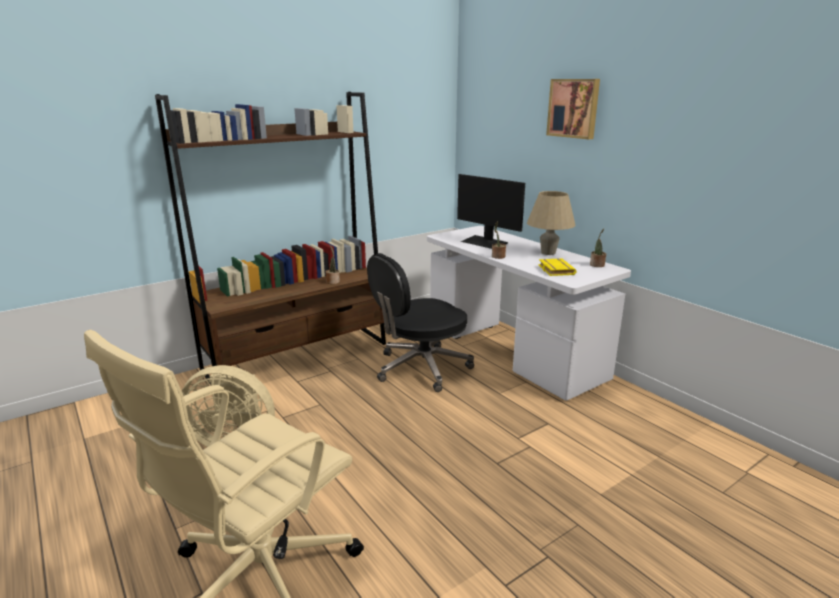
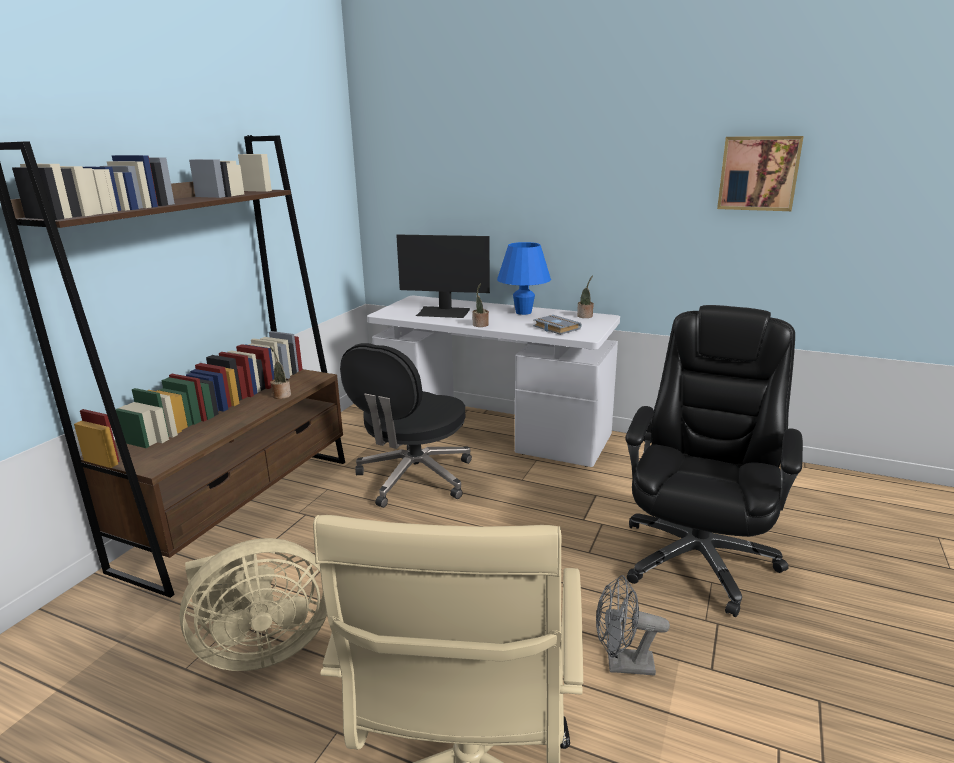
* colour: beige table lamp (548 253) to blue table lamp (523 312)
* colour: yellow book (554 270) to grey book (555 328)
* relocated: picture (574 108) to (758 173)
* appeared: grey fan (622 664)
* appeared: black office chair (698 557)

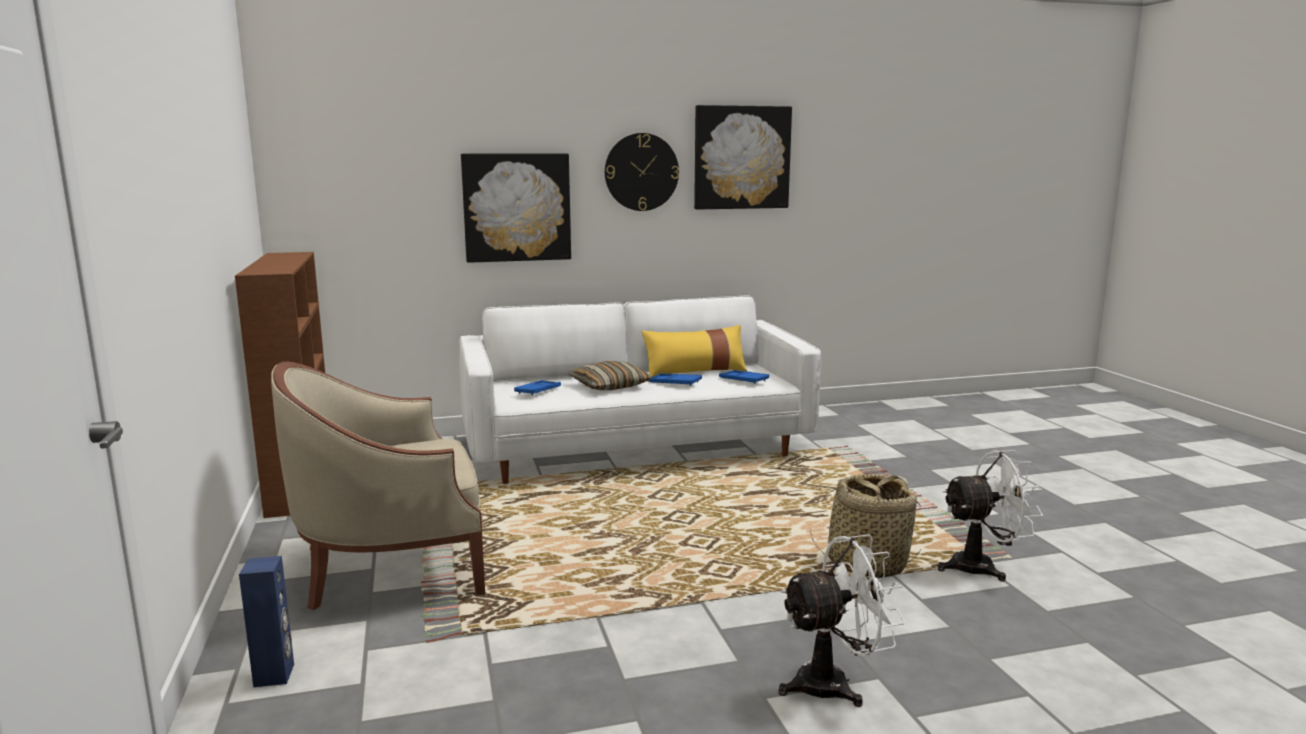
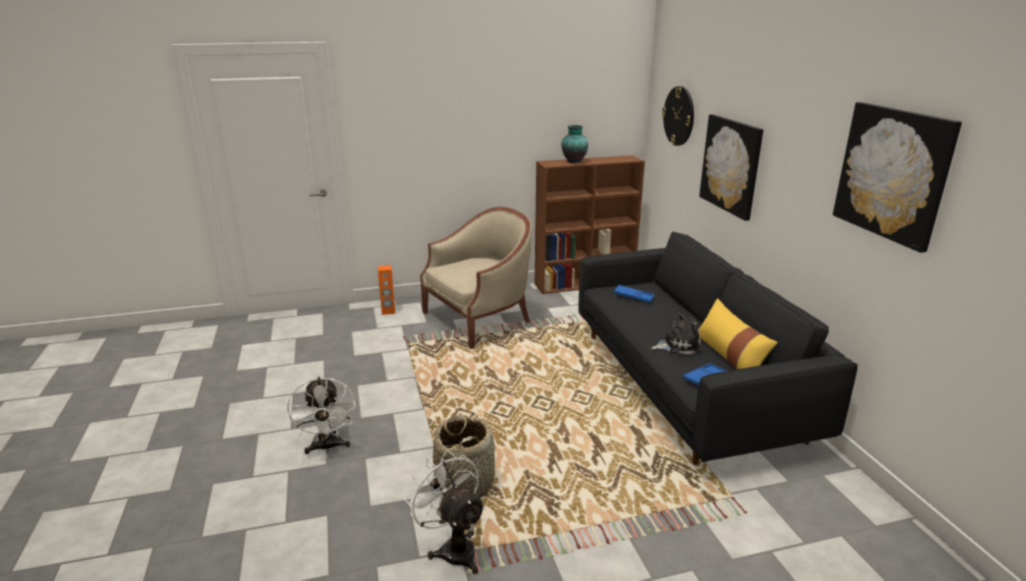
* colour: blue speaker (275 675) to orange speaker (388 311)
* spun: beige armchair (392 565) = (479 320) 75 degrees clockwise
* colour: white sofa (634 447) to black sofa (685 384)
* missing: pillow (609 386)
* relocated: wall clock (641 172) to (679 116)
* exchanged: blue tray (675 383) to plush toy (678 345)
* spun: white fan (982 566) = (453 548) 150 degrees clockwise
* appeared: vase (574 161)

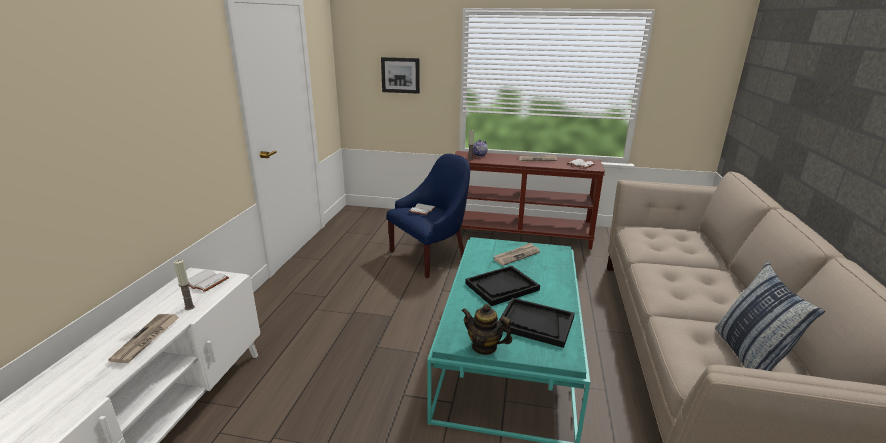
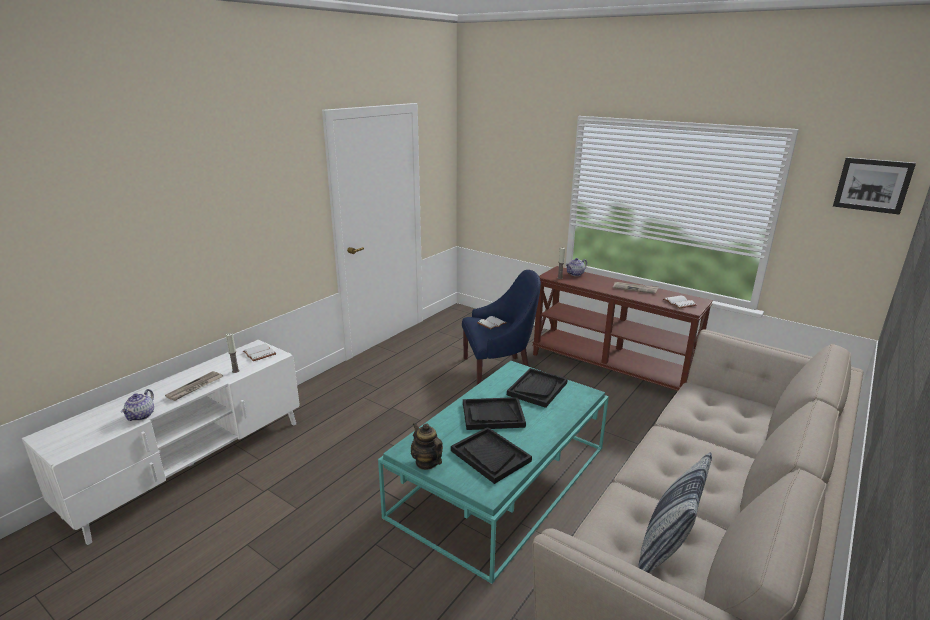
* relocated: picture (400 75) to (872 185)
* exchanged: newspaper (516 255) to black tray (537 389)
* appeared: teapot (141 416)

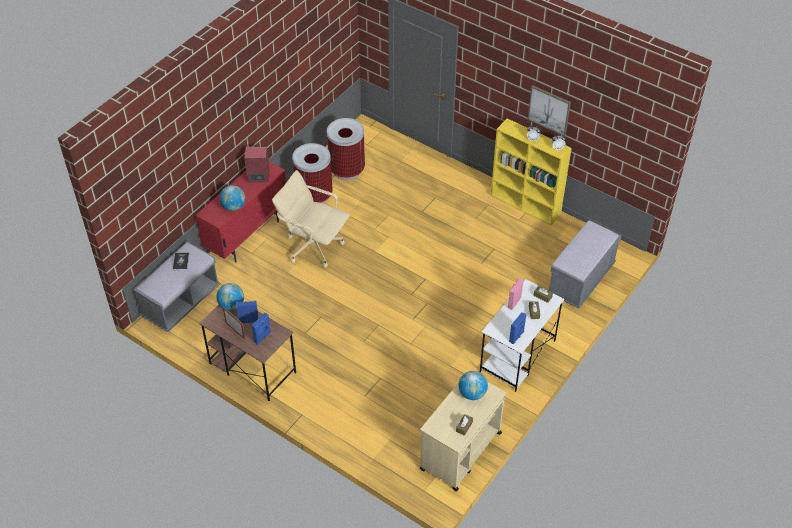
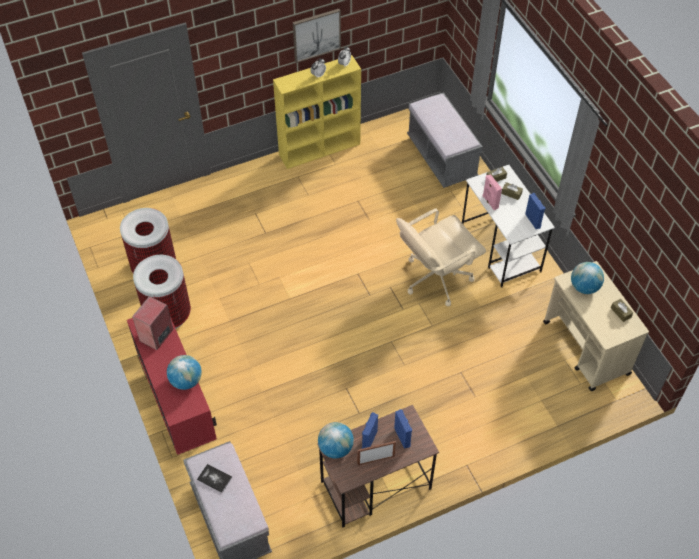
* relocated: beige office chair (313 246) to (436 278)

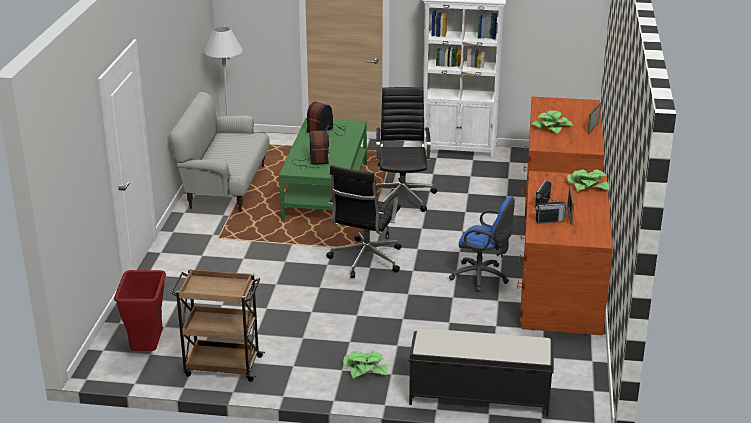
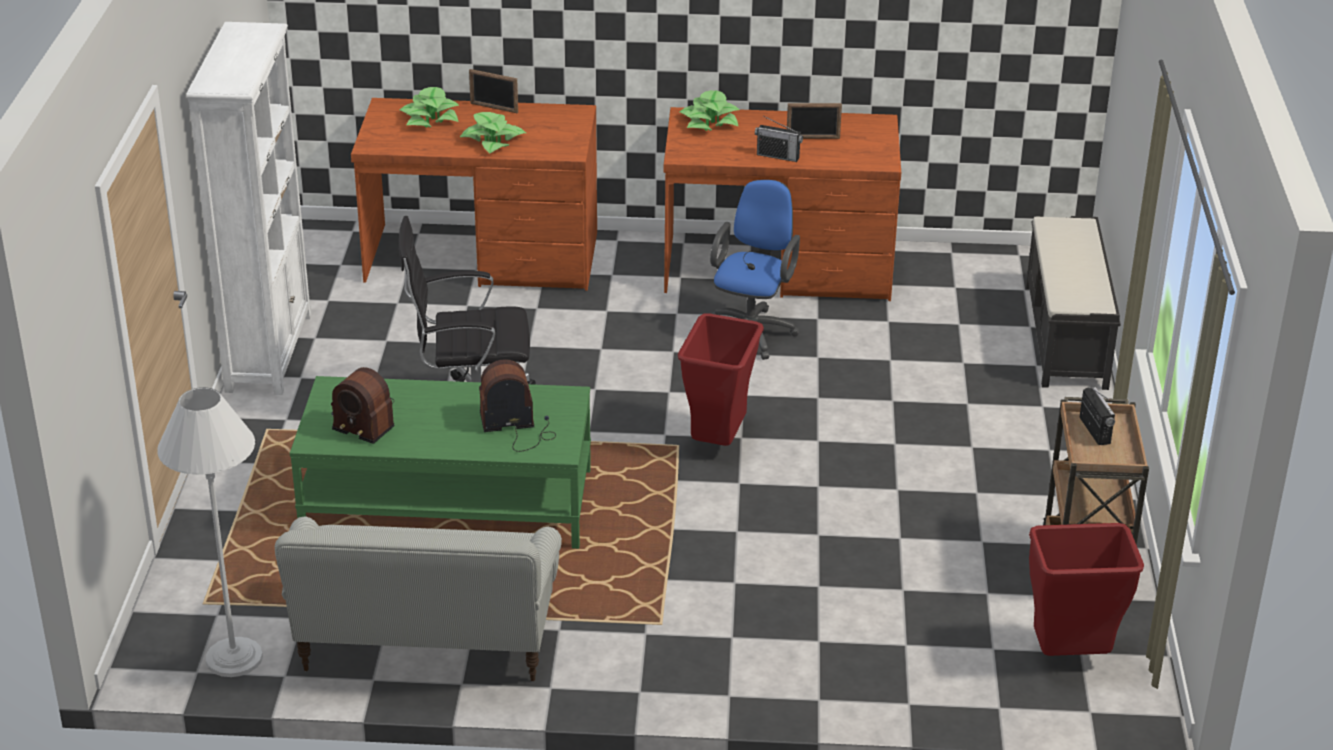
* exchanged: black office chair (365 260) to red trash can (719 443)
* relocated: potted plant (365 368) to (430 118)
* relocated: radio (549 221) to (1094 430)

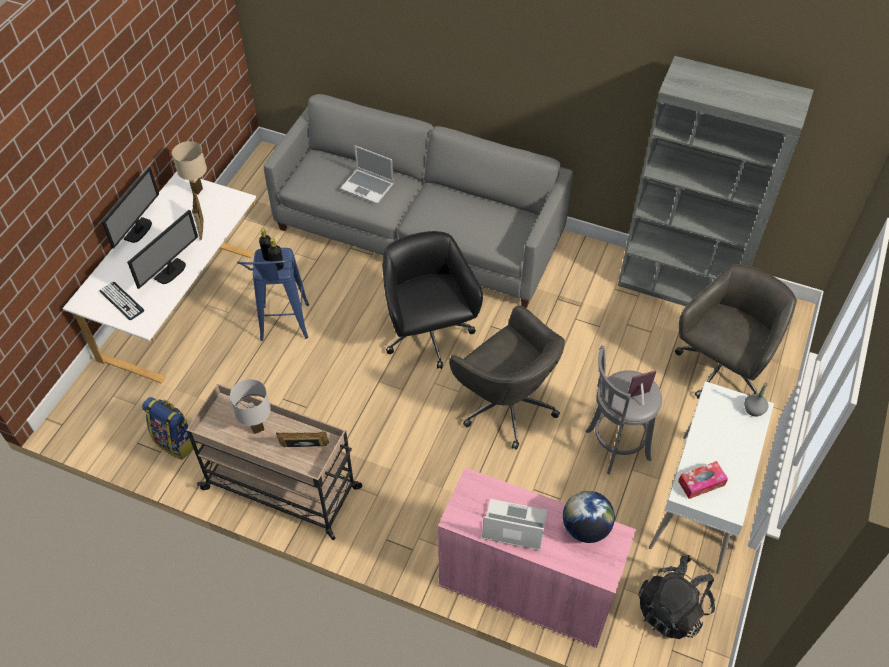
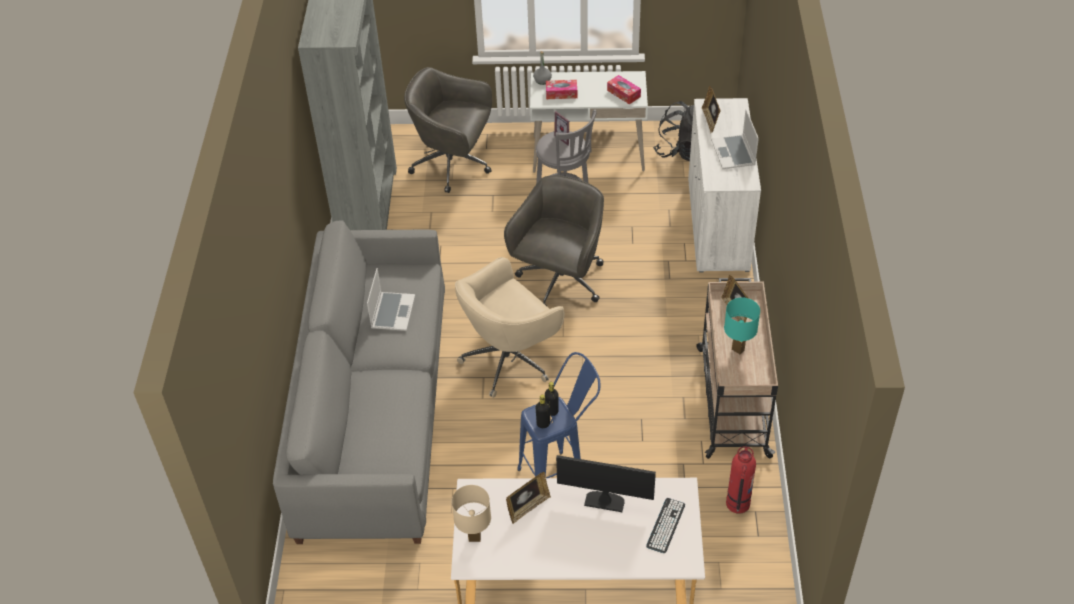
* missing: monitor (139 231)
* exchanged: backpack (176 442) to fire extinguisher (737 504)
* colour: white table lamp (258 428) to turquoise table lamp (737 349)
* relocated: laptop (368 187) to (392 312)
* colour: black office chair (428 335) to beige office chair (510 359)
* colour: pink cabinet (527 588) to white cabinet (717 225)
* exchanged: globe (585 528) to picture frame (710 120)
* appeared: tissue box (561 93)

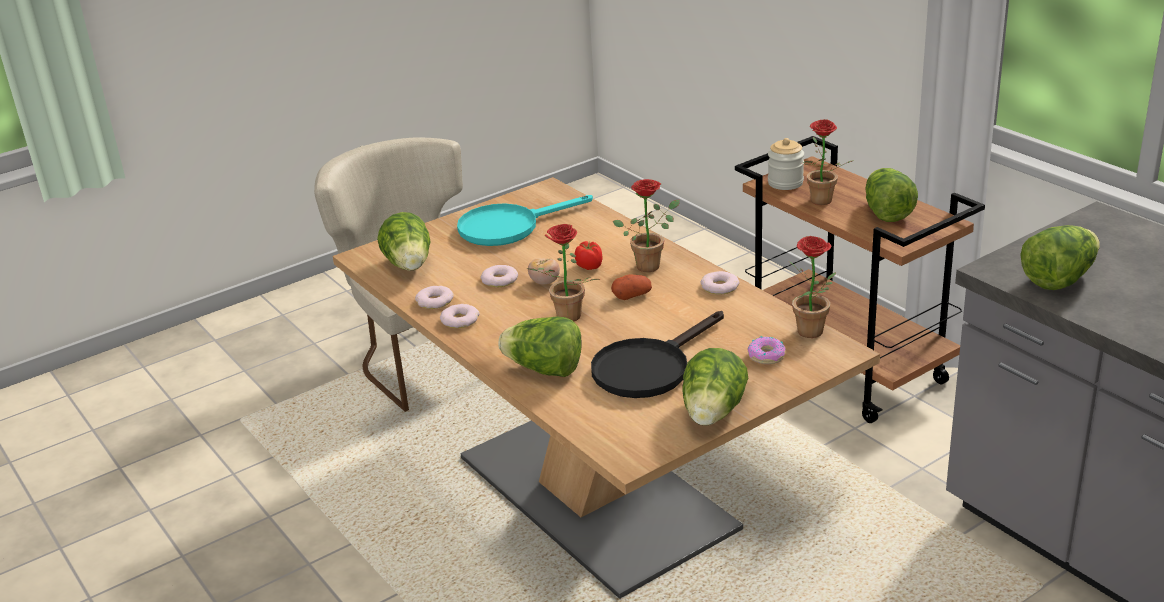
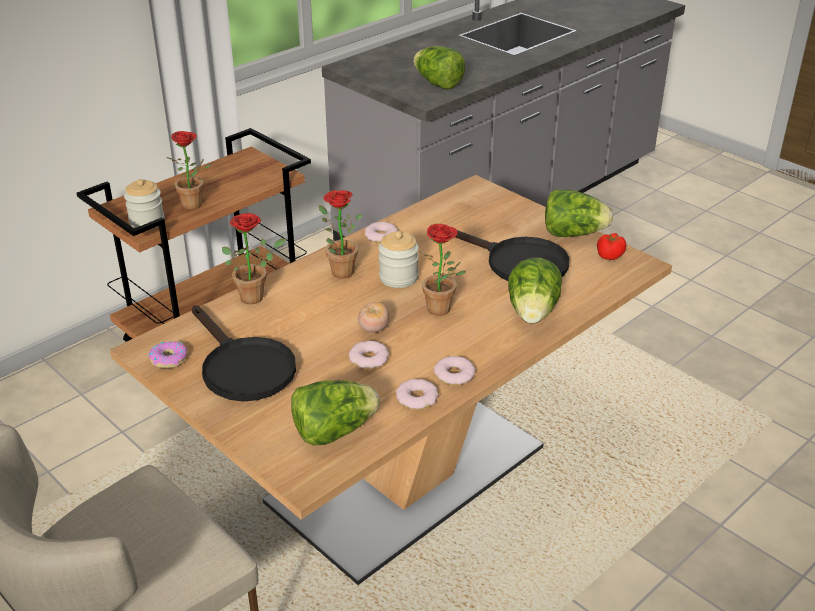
* colour: turquoise frying pan (508 227) to black frying pan (242 367)
* relocated: tomato (589 266) to (609 256)
* exchanged: potato (632 296) to jar (398 277)
* relocated: donut (767 356) to (169 359)
* relocated: potted plant (813 334) to (256 296)
* missing: lettuce (886 213)

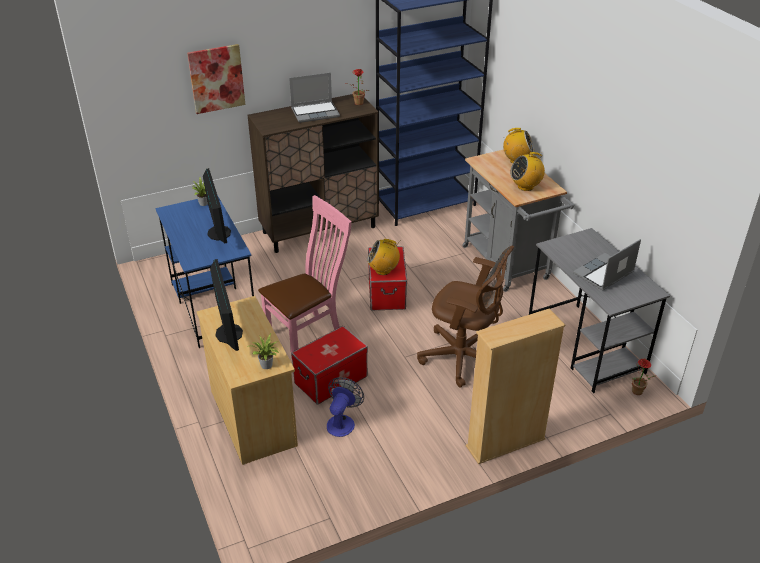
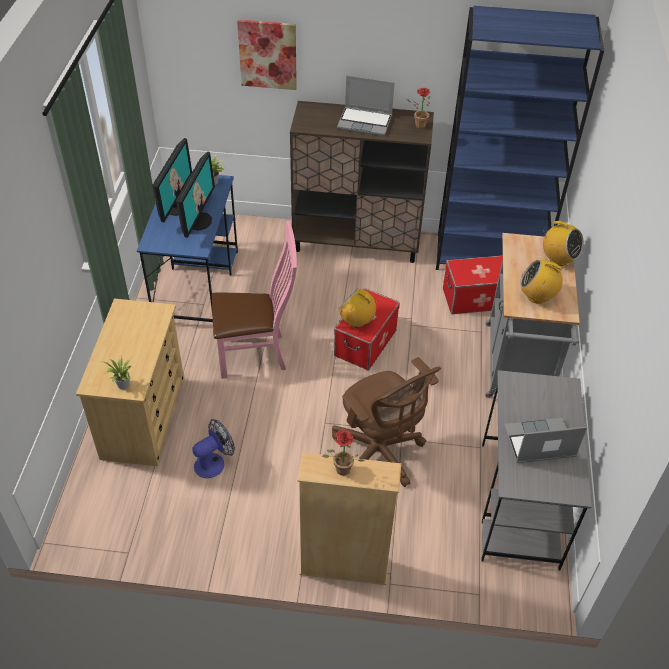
* relocated: monitor (228 333) to (176 206)
* relocated: storage box (331 379) to (475 298)
* relocated: potted plant (637 393) to (340 471)

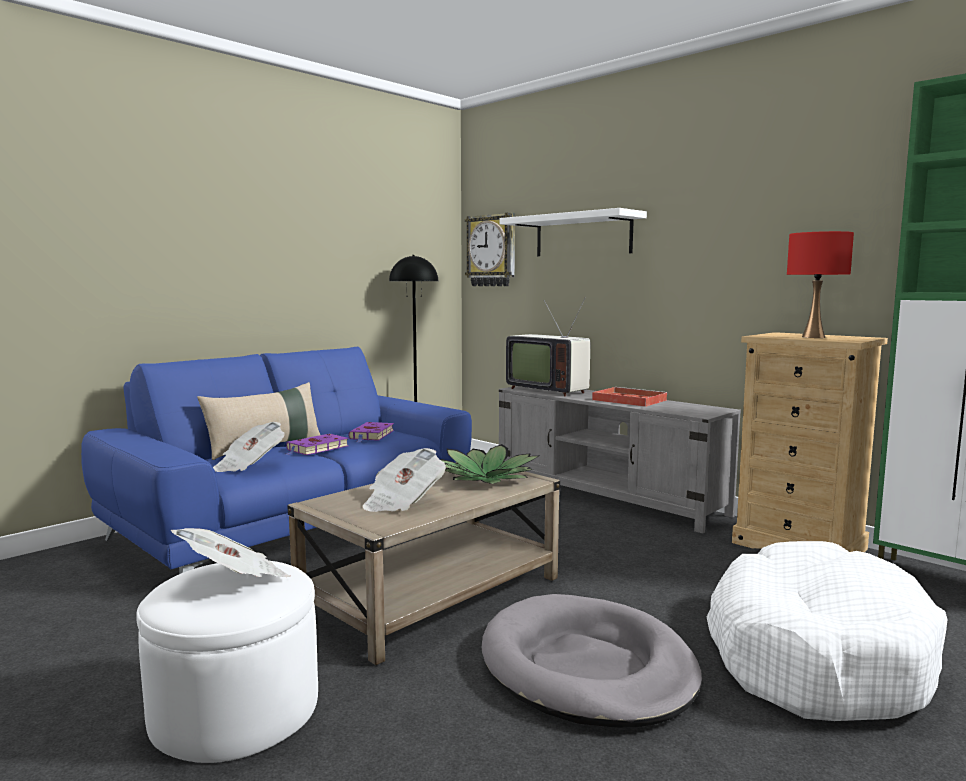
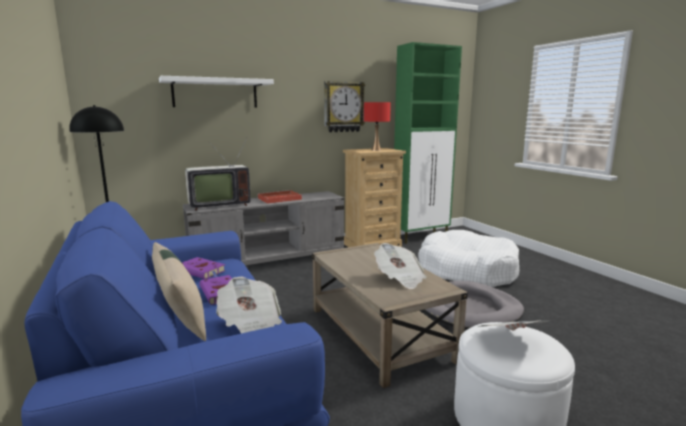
* missing: potted plant (488 478)
* relocated: wall clock (492 250) to (343 107)

